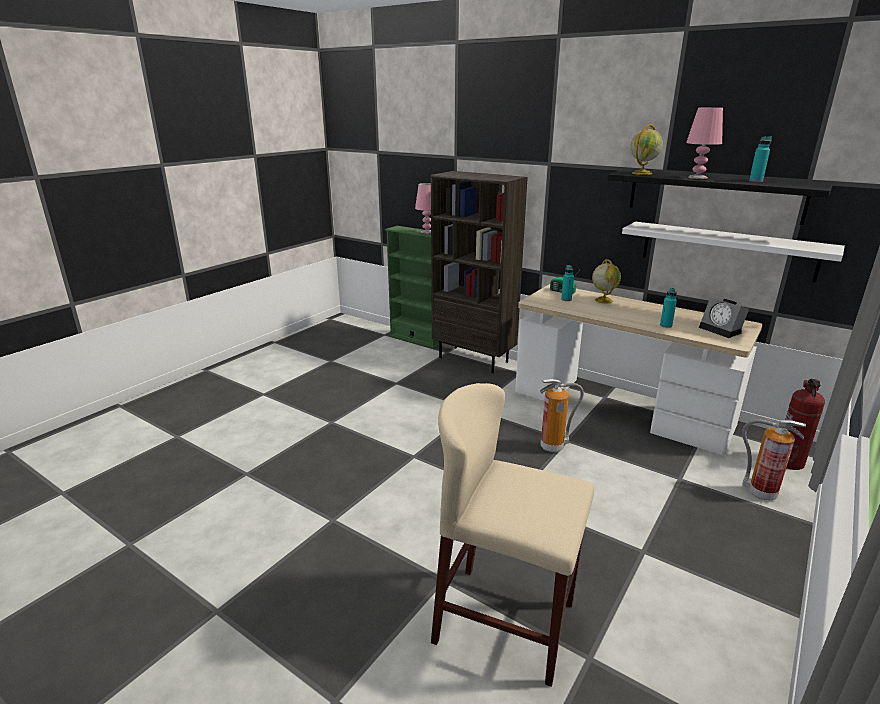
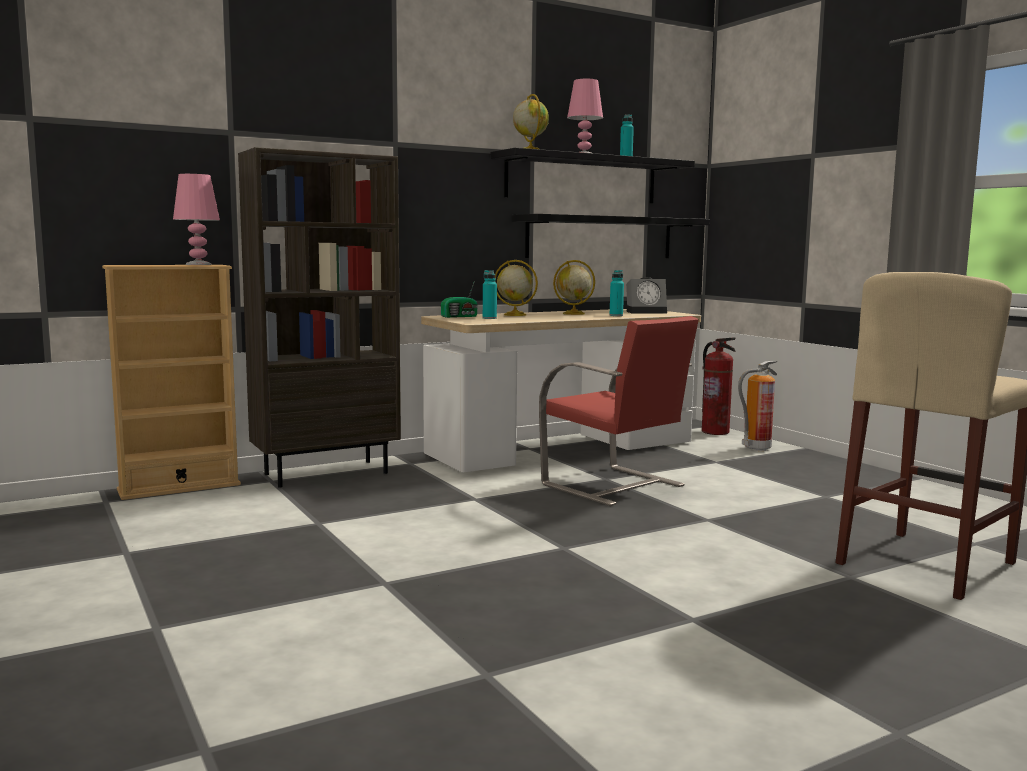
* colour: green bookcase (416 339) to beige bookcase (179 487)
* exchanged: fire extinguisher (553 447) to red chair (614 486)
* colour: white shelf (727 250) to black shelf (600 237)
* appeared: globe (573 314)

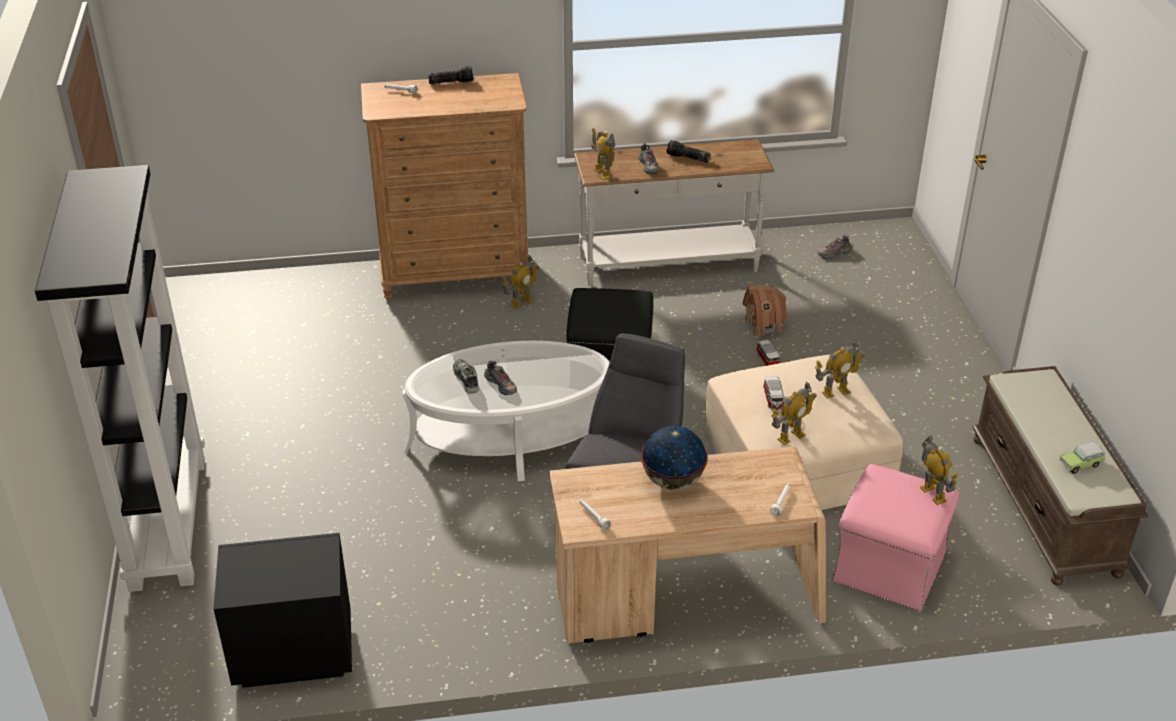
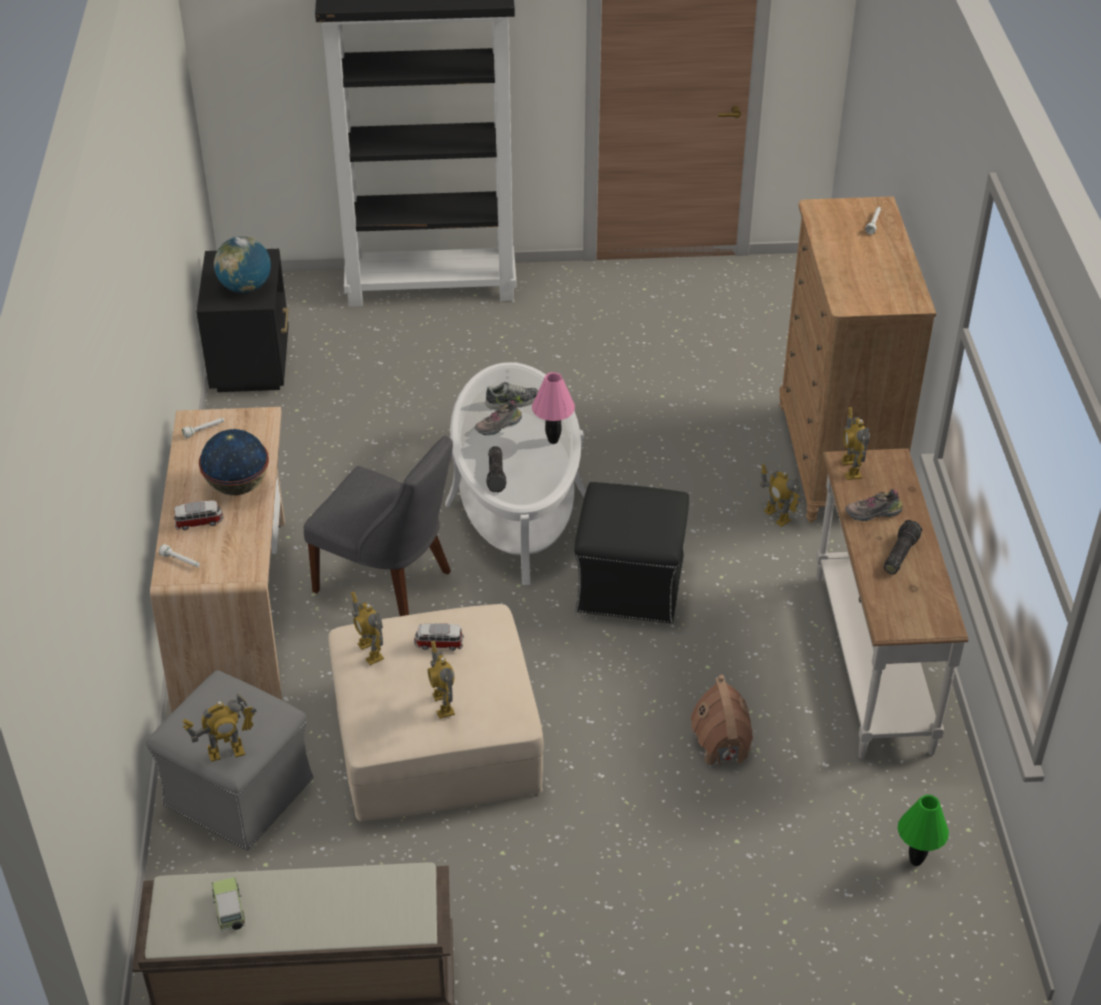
* relocated: flashlight (451 82) to (497 475)
* spun: toy robot (602 173) = (850 469) 75 degrees counterclockwise
* relocated: toy car (767 359) to (199 522)
* exchanged: shoe (834 254) to green table lamp (915 861)
* colour: pink ottoman (889 568) to grey ottoman (237 791)
* appeared: globe (245 287)
* appeared: pink table lamp (553 441)

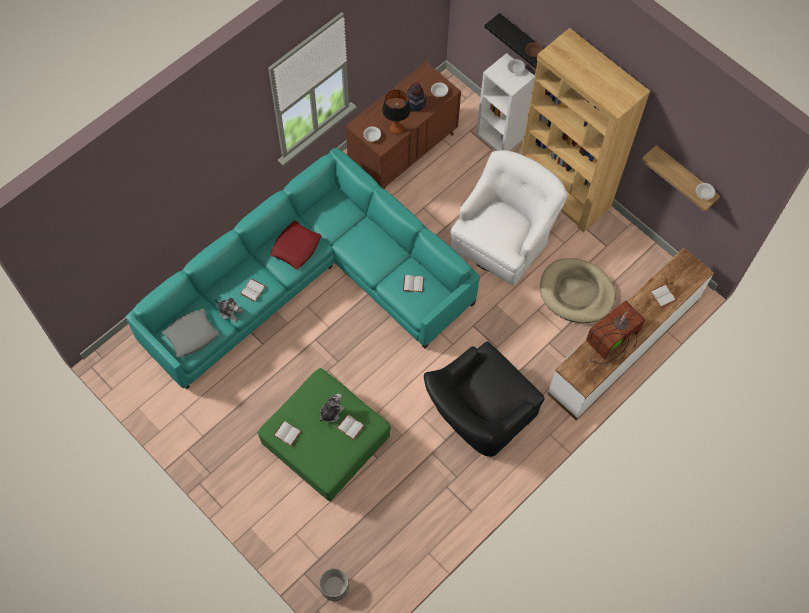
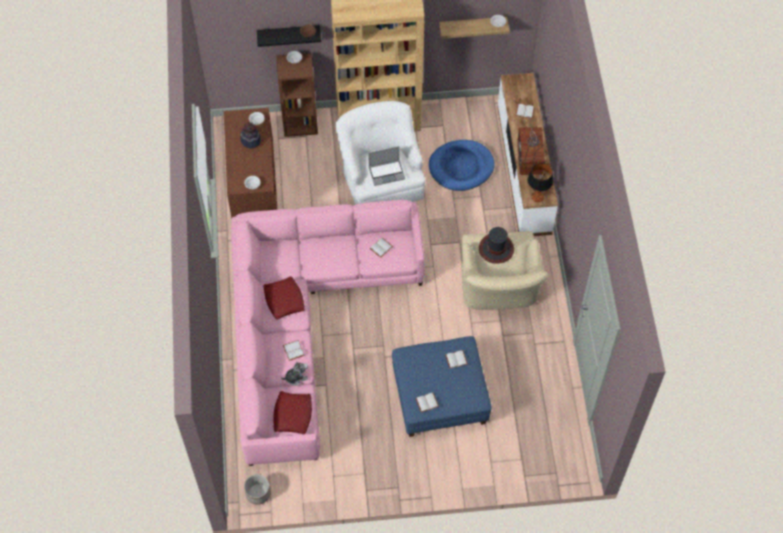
* colour: turquoise sofa (310 282) to pink sofa (304 321)
* colour: grey pillow (191 335) to red pillow (292 414)
* colour: green ottoman (325 443) to blue ottoman (439 396)
* missing: plush toy (331 412)
* relocated: planter (334 587) to (258 493)
* relocated: table lamp (396 129) to (537 197)
* colour: black armchair (478 414) to beige armchair (498 288)
* colour: white bookcase (500 136) to brown bookcase (300 123)
* colour: beige dog bed (576 292) to blue dog bed (461 167)
* appeared: laptop (387 172)
* appeared: hat (496 249)

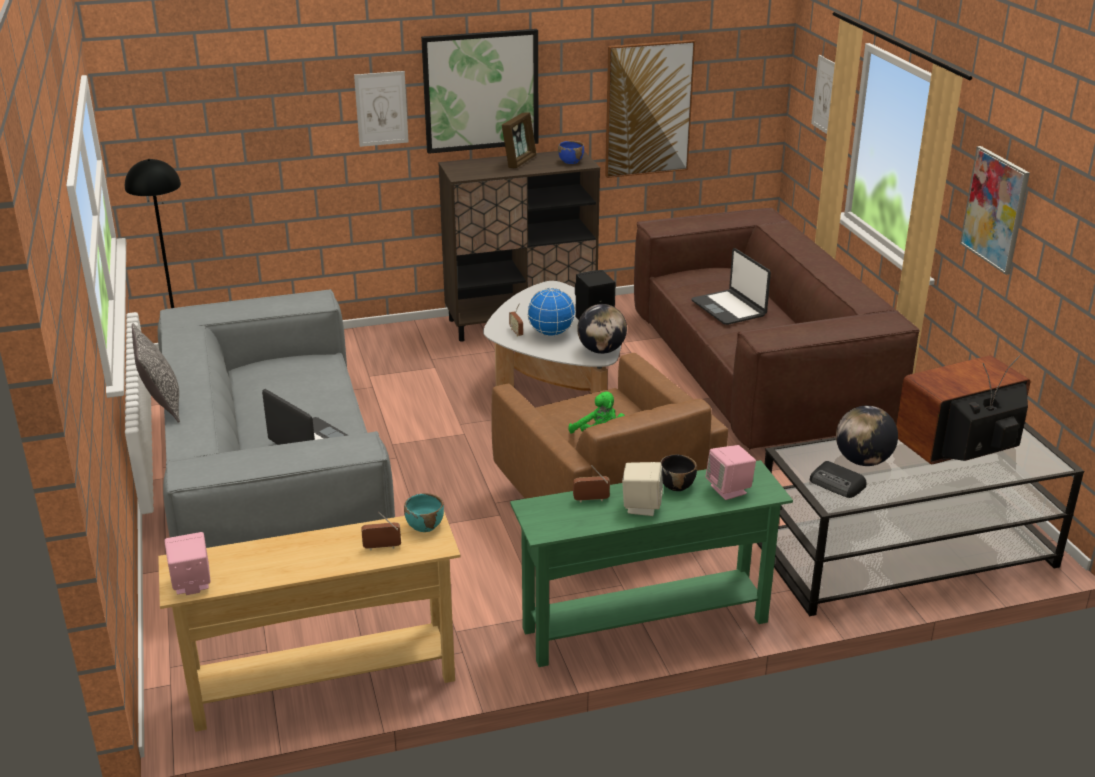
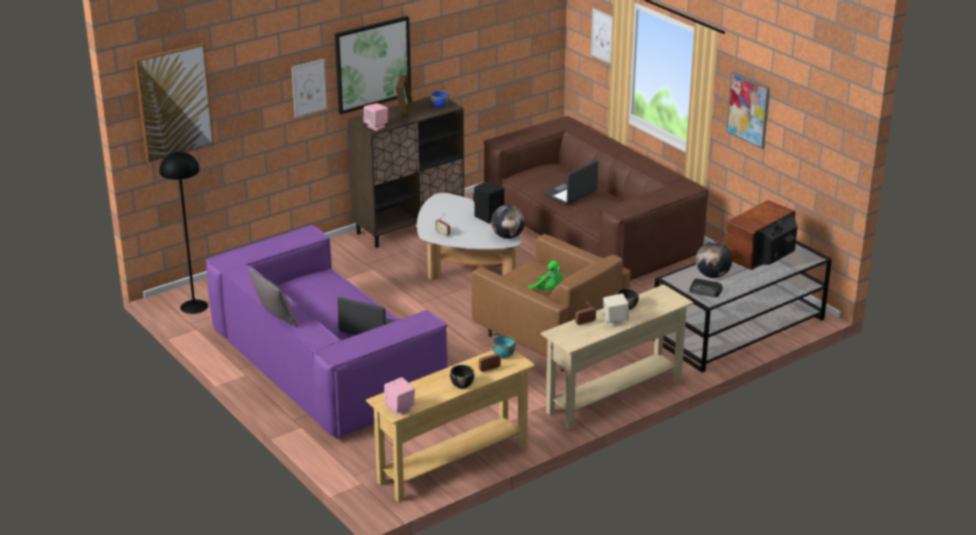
* colour: grey sofa (275 483) to purple sofa (326 363)
* colour: green console table (645 626) to beige console table (615 396)
* missing: globe (550 333)
* relocated: picture (648 109) to (174 102)
* spun: laptop (729 308) = (570 193) 90 degrees clockwise
* relocated: pink speaker (729 489) to (376 126)
* appeared: black bowl (462 384)

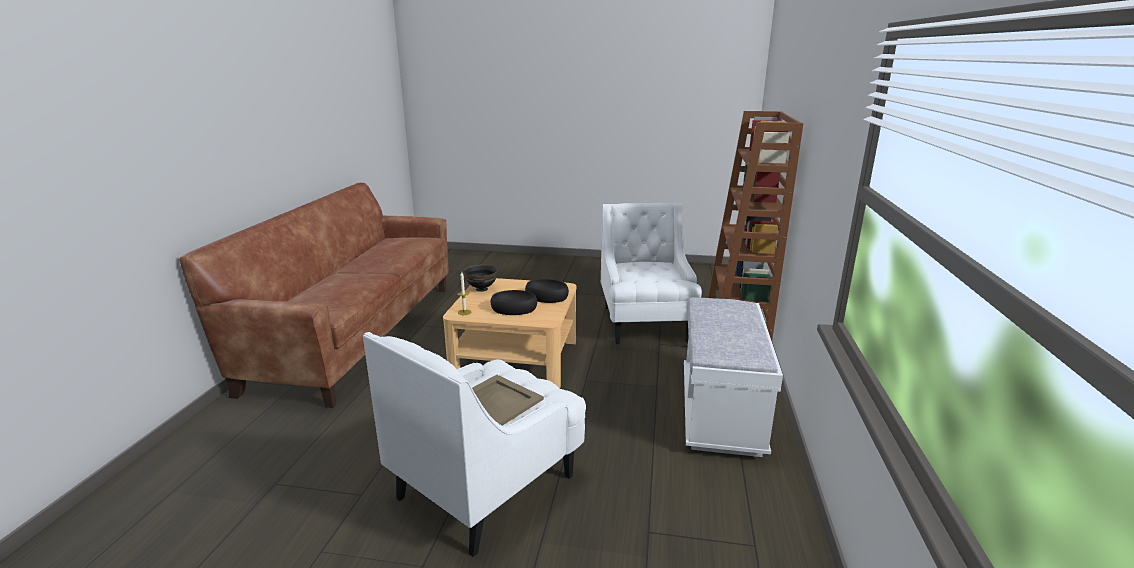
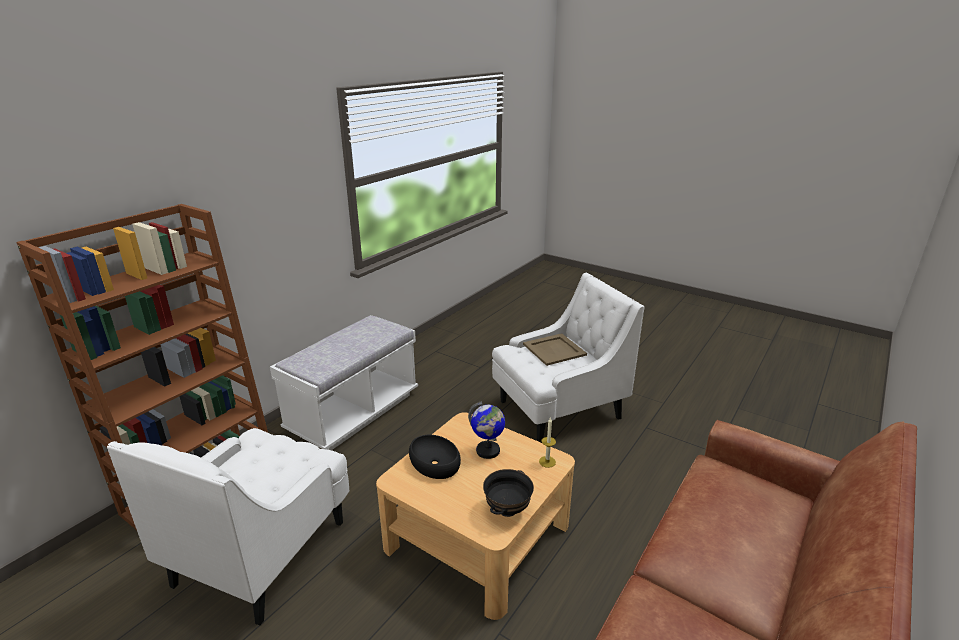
* exchanged: black bowl (513 309) to globe (488 451)

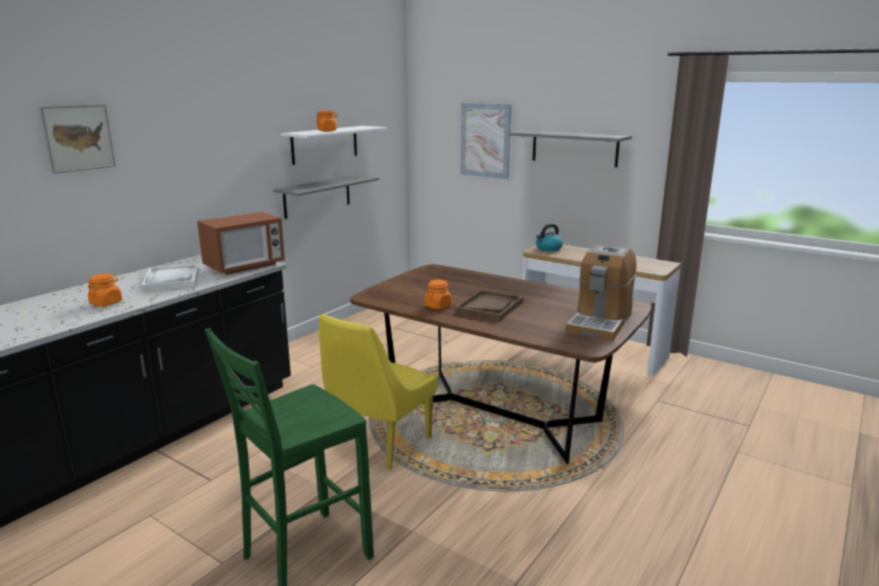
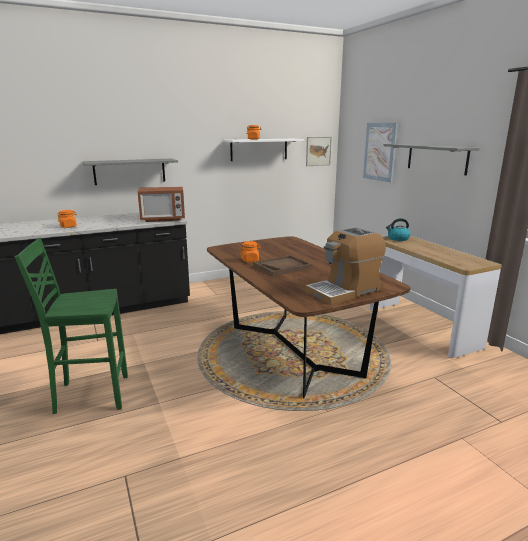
* relocated: picture (78 138) to (318 151)
* missing: white tray (171 279)
* relocated: grey shelf (317 196) to (129 171)
* missing: yellow chair (377 444)

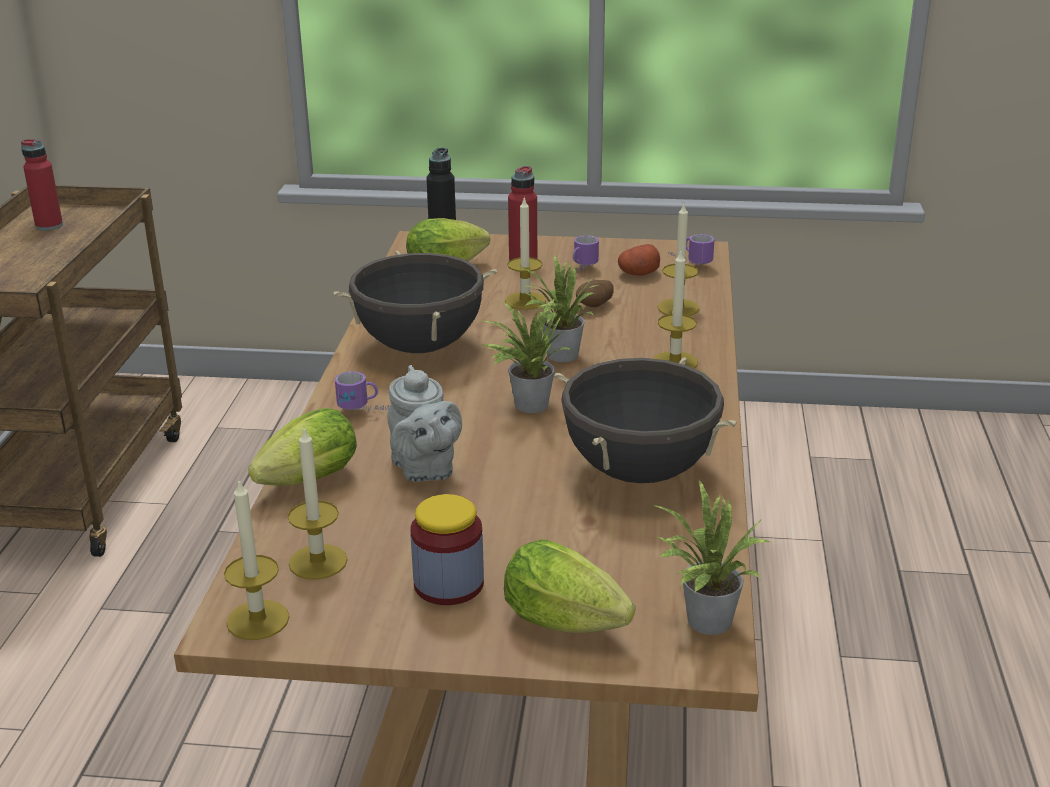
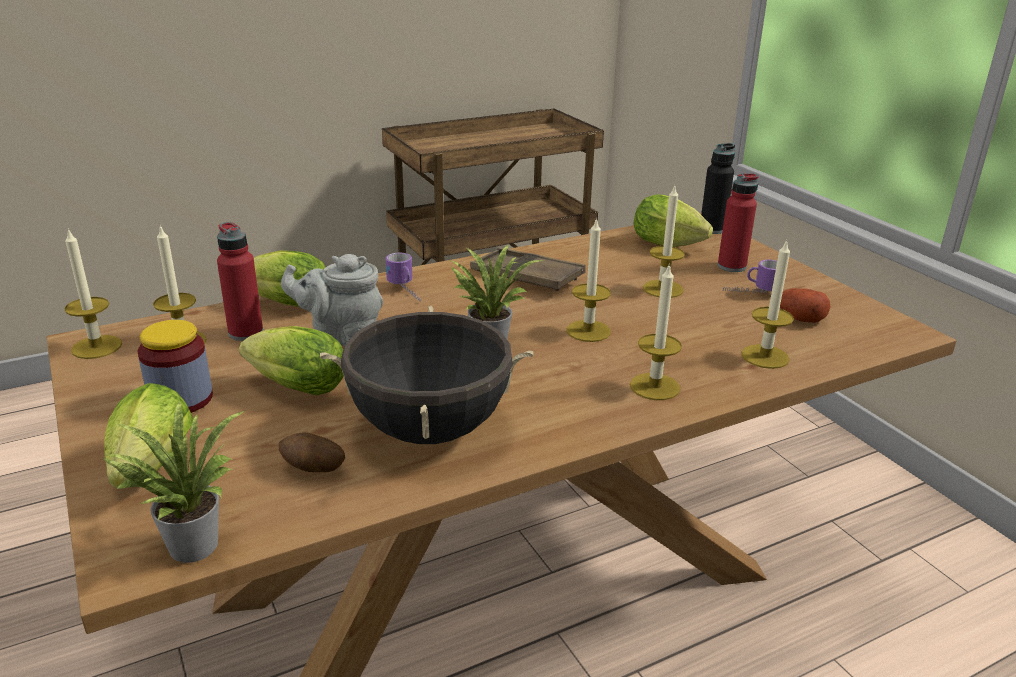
* relocated: red bottle (49 226) to (246 333)
* exchanged: black cooking pot (420 346) to brown tray (526 276)
* spun: grey teapot (425 470) = (341 337) 60 degrees clockwise
* exchanged: potted plant (558 355) to candle (588 331)
* relocated: potato (595 306) to (313 470)
* missing: mug (689 262)
* appeared: lettuce (293 387)

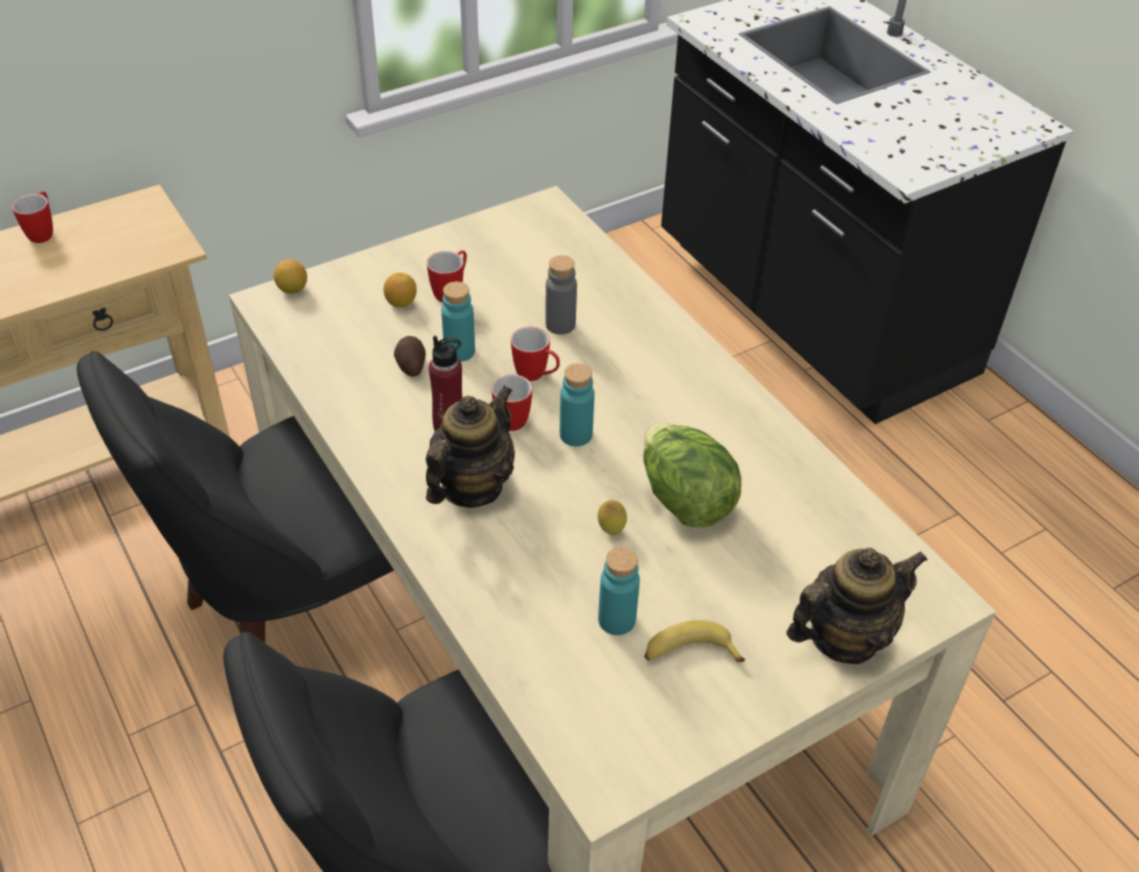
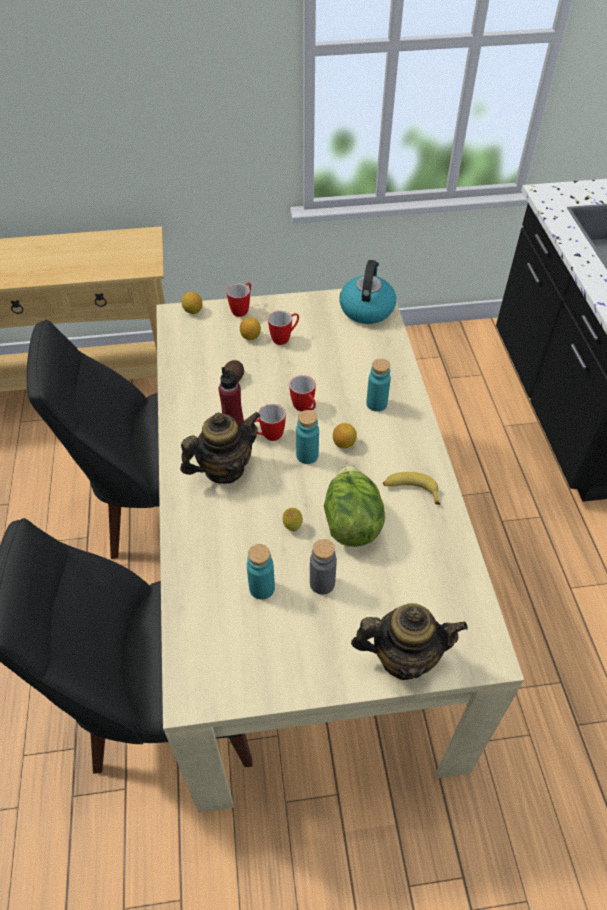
* relocated: mug (43 232) to (242 309)
* relocated: turquoise bottle (459 351) to (376 404)
* relocated: grey bottle (560 324) to (322 583)
* relocated: banana (689 653) to (410 490)
* appeared: lemon (344 443)
* appeared: kettle (366 308)

